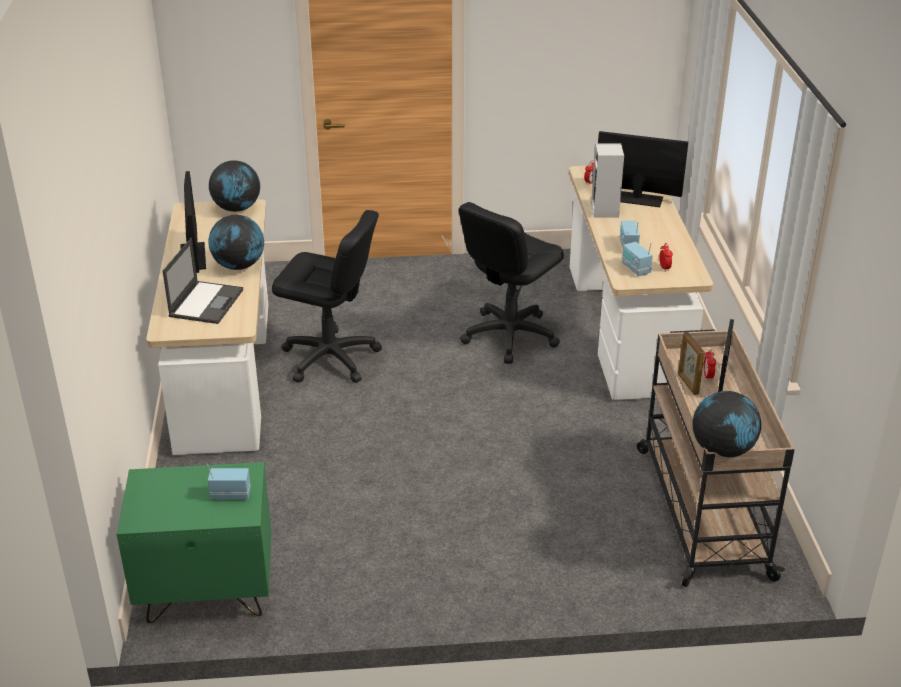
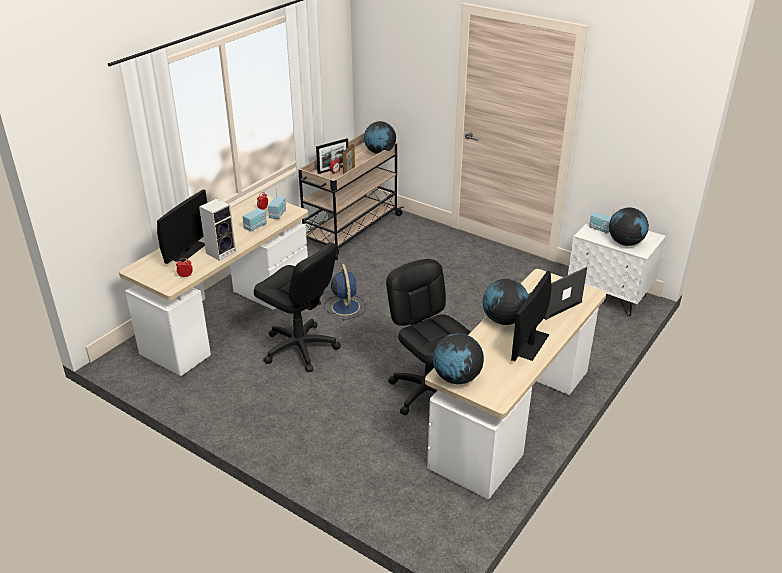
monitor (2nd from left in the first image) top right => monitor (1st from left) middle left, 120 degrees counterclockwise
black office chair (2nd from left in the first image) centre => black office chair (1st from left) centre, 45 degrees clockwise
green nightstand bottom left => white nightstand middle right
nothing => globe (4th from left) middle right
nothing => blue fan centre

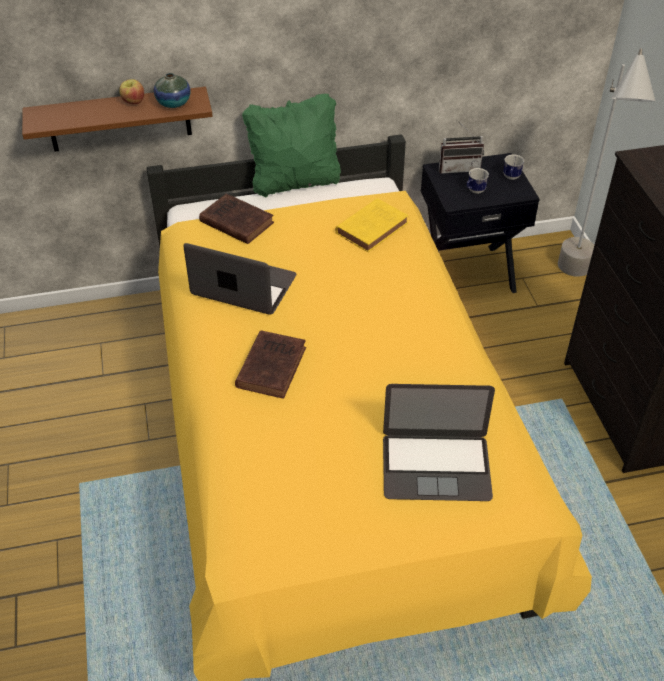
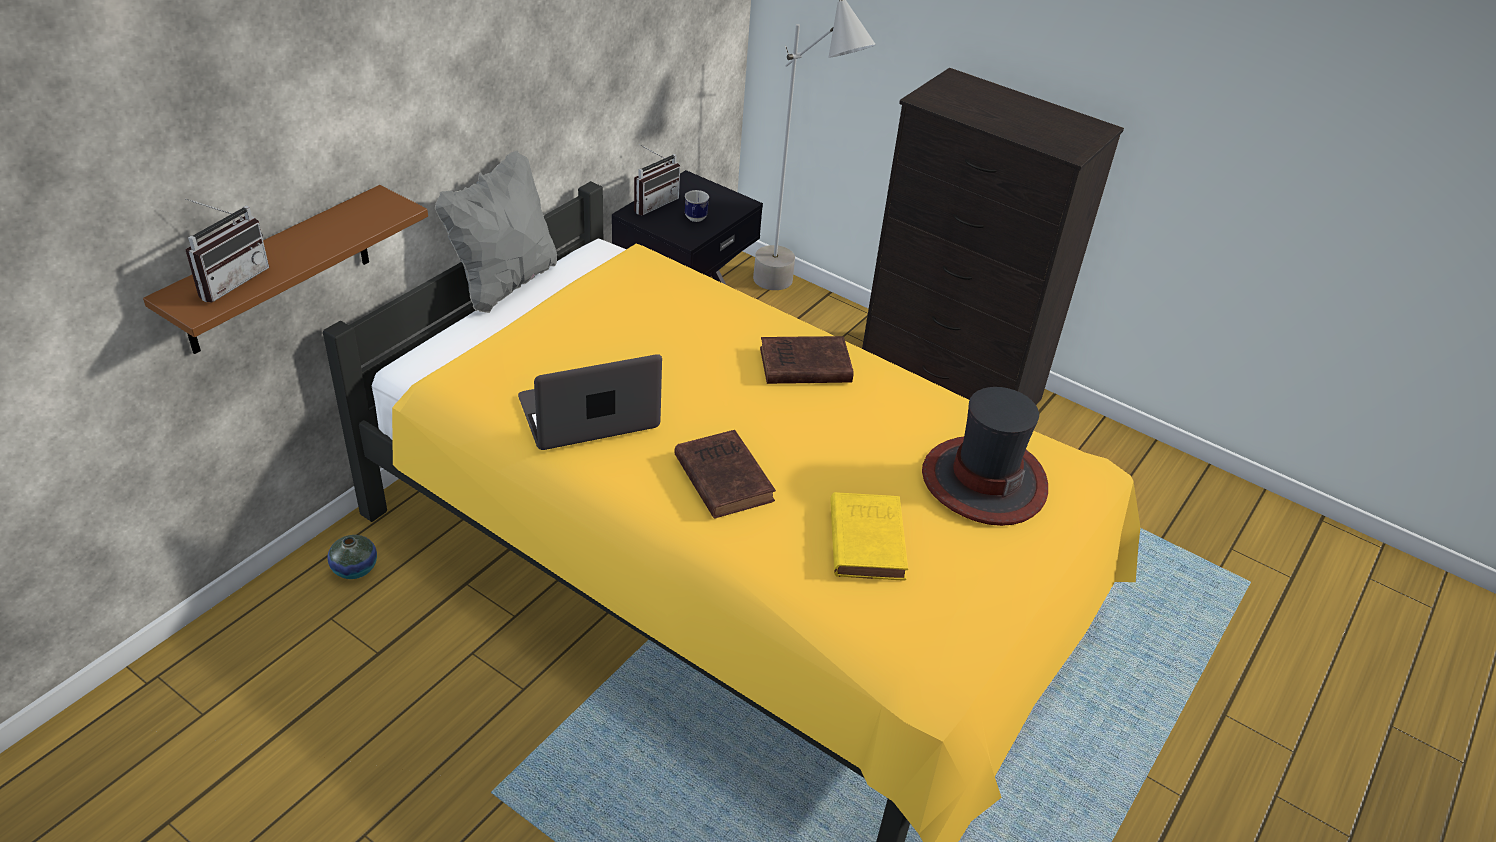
vase top left => vase middle left, moved
apple top left => nothing
green pillow top centre => grey pillow top left
mug (2nd from left) top right => nothing
brown book (1st from left in the first image) top centre => brown book (2nd from left) centre, moved
yellow book top centre => yellow book centre, moved
laptop (2nd from left) centre => hat centre
nothing => radio (1st from left) top left

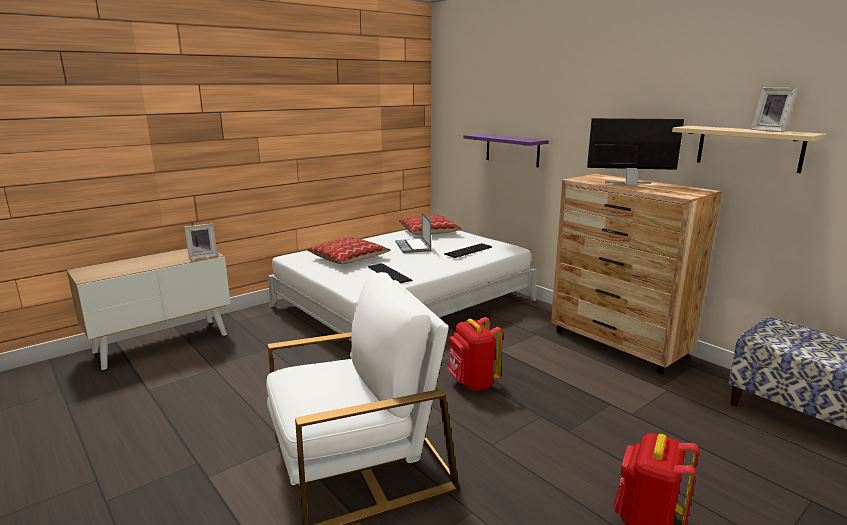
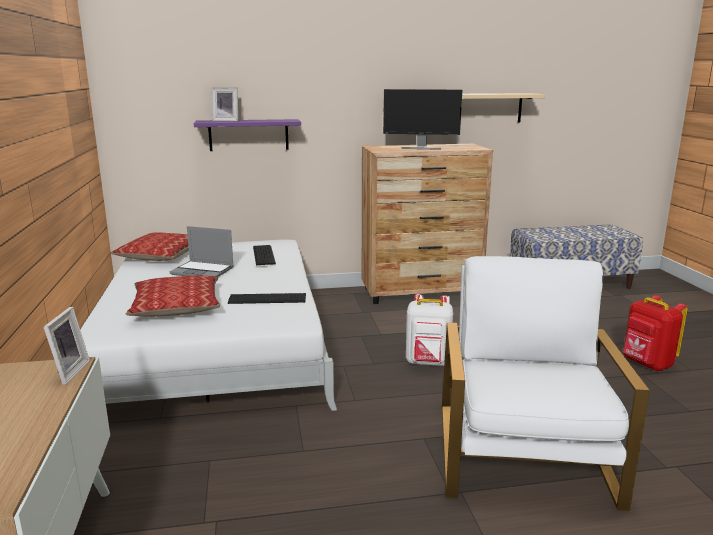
picture frame (2nd from left) top right => picture frame (2nd from left) top left, moved
monitor top right => monitor top centre, 120 degrees counterclockwise
red backpack (1st from left) bottom centre => white backpack centre

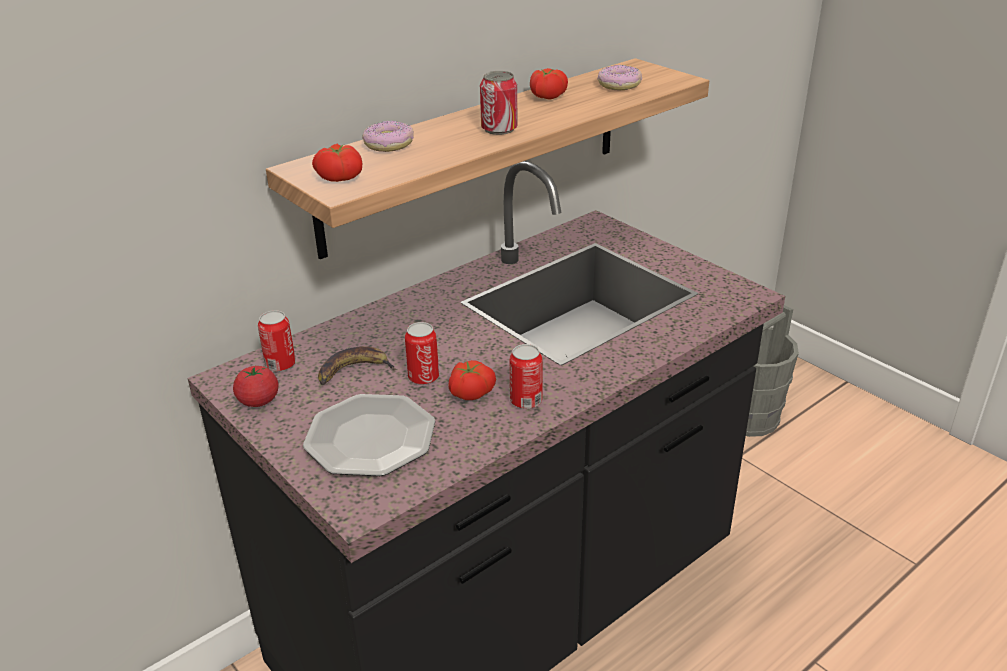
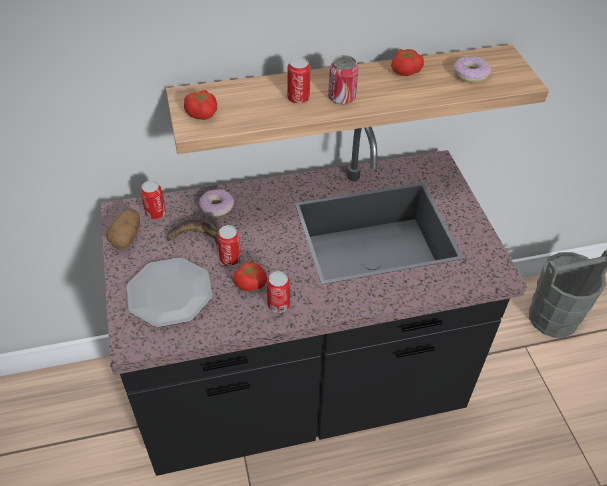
donut (1st from left) top centre => donut (1st from left) centre, moved
tomato (1st from left) middle left => potato middle left
nothing => can (4th from left) top centre

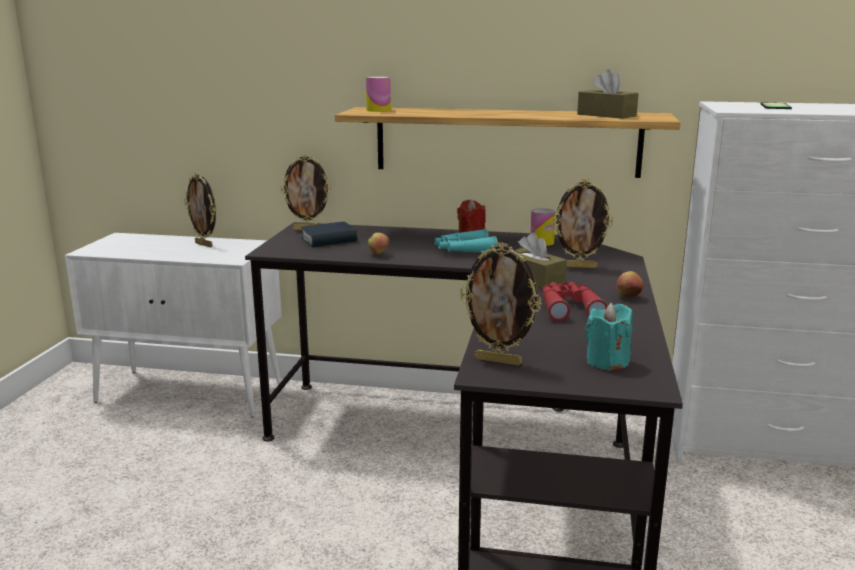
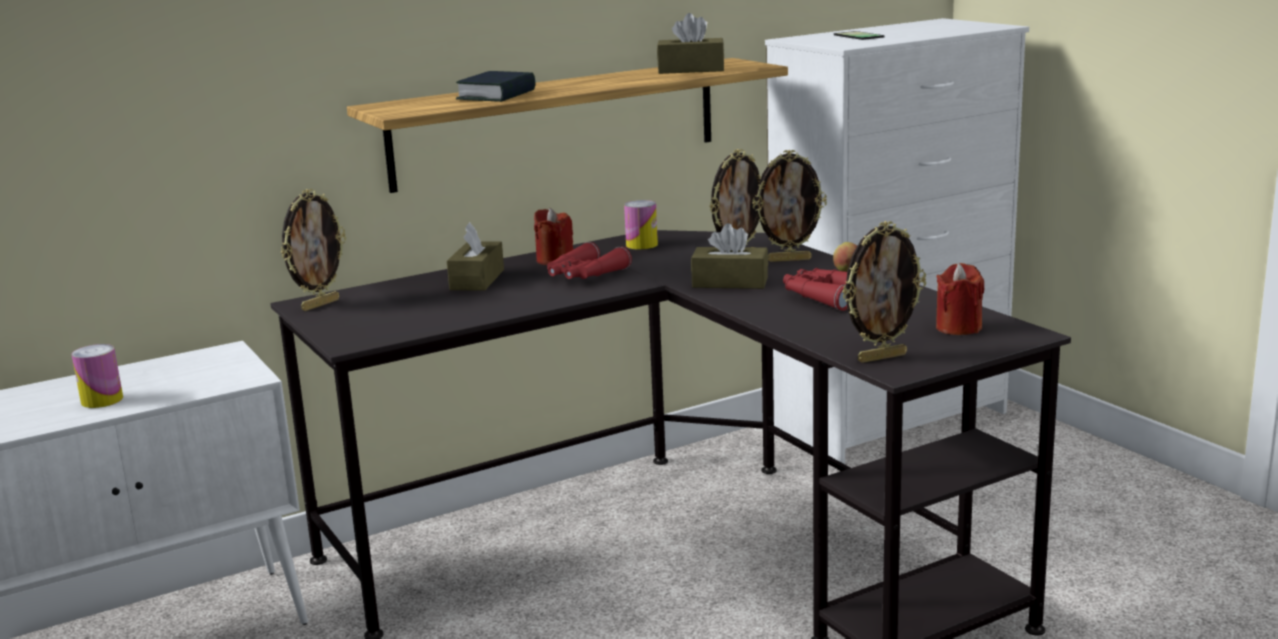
can (1st from left) top centre => can (1st from left) middle left, moved
picture frame (1st from left in the first image) middle left => picture frame (3rd from left) top centre, moved
book centre => book top centre, moved
turquoise binoculars centre => red binoculars (1st from left) centre
apple (1st from left) centre => nothing
turquoise candle middle right => red candle (2nd from left) middle right
nothing => brown tissue box (1st from left) centre

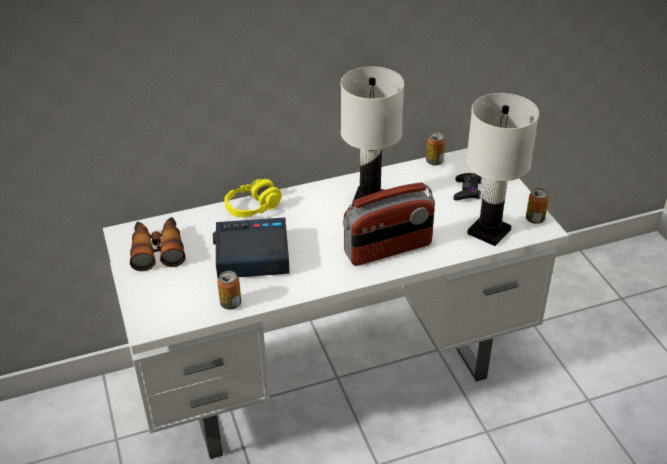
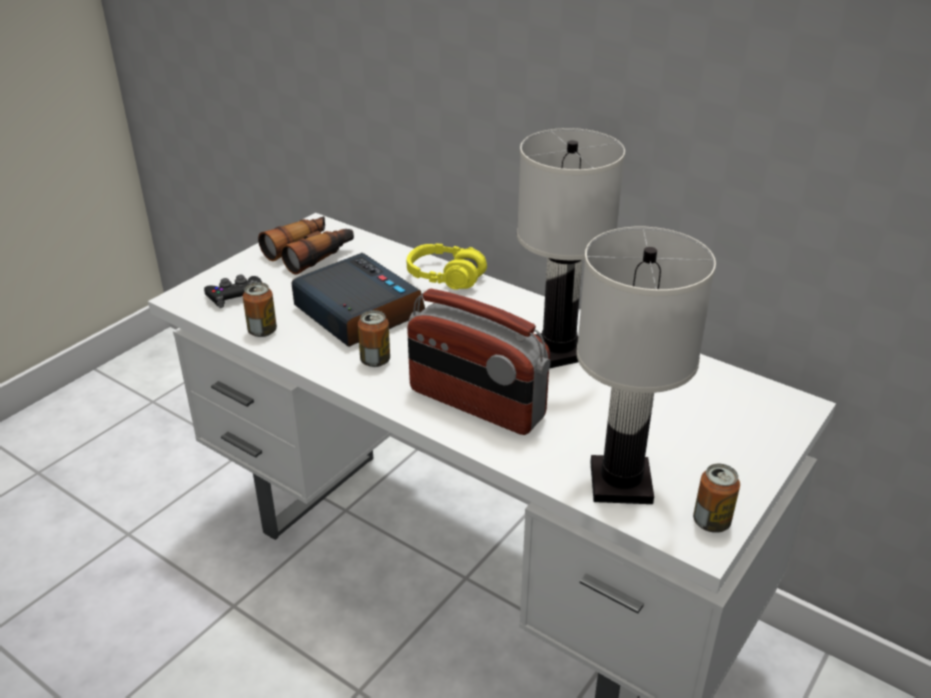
can (2nd from left) top centre => can (2nd from left) centre, moved
black game controller middle right => black game controller middle left, moved

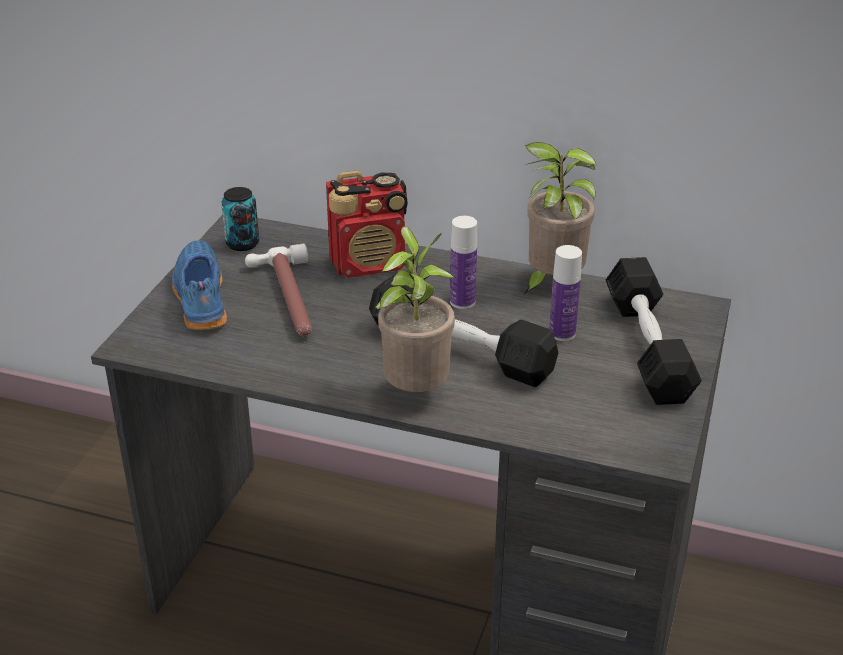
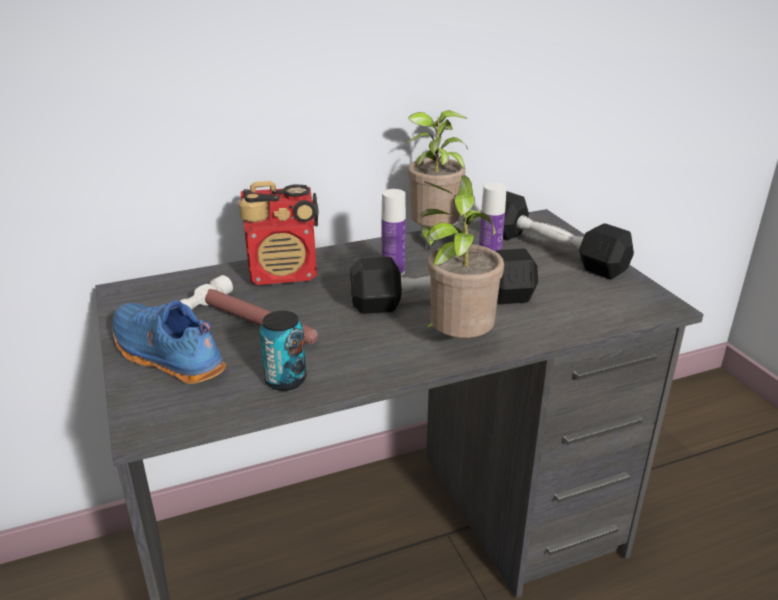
radio centre, 45 degrees clockwise
can middle left => can centre, moved

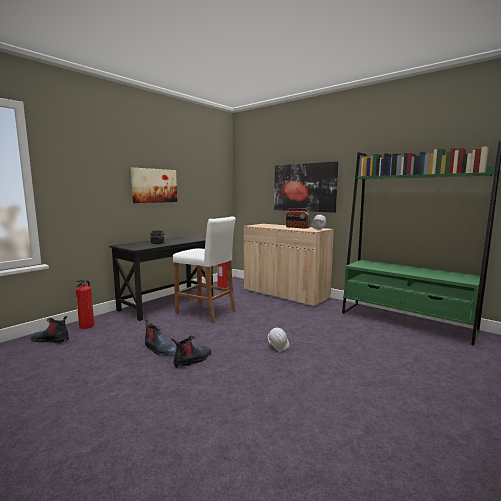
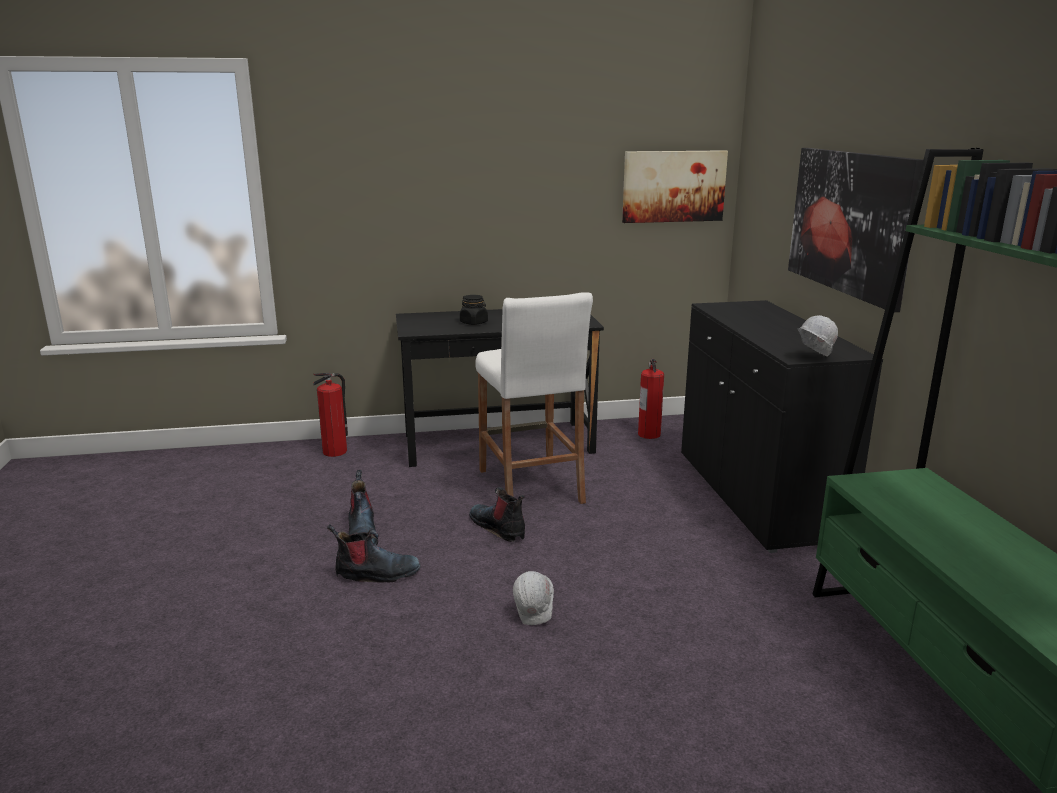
picture (1st from left) middle left => picture (1st from left) top centre, moved
radio centre => nothing
beige cabinet centre => black cabinet middle right
boot (1st from left in the first image) middle left => boot (3rd from left) centre, moved

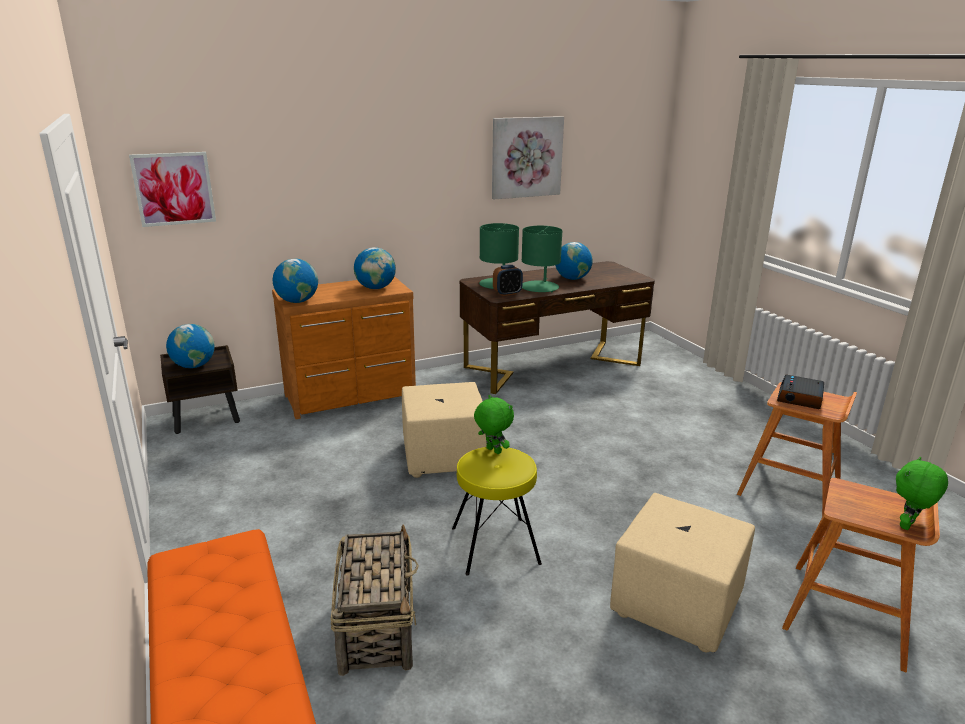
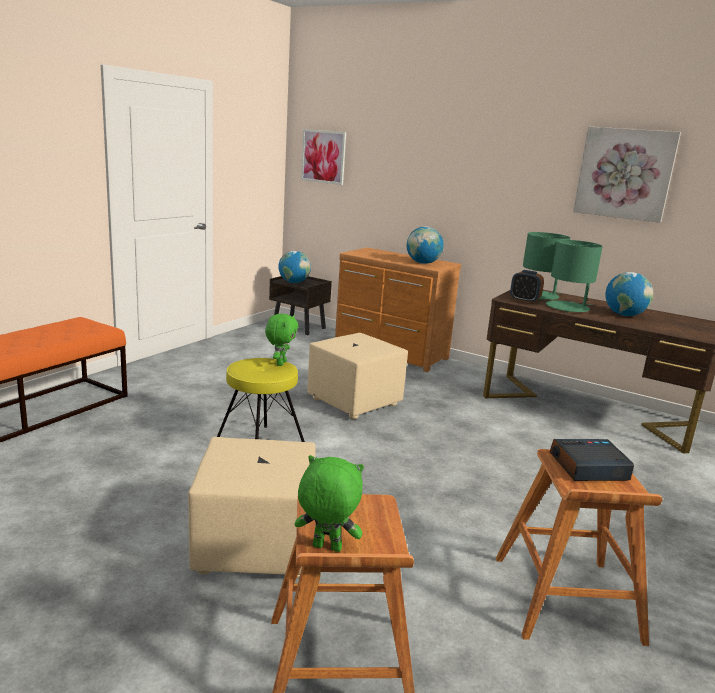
globe (2nd from left) middle left => nothing
basket bottom centre => nothing

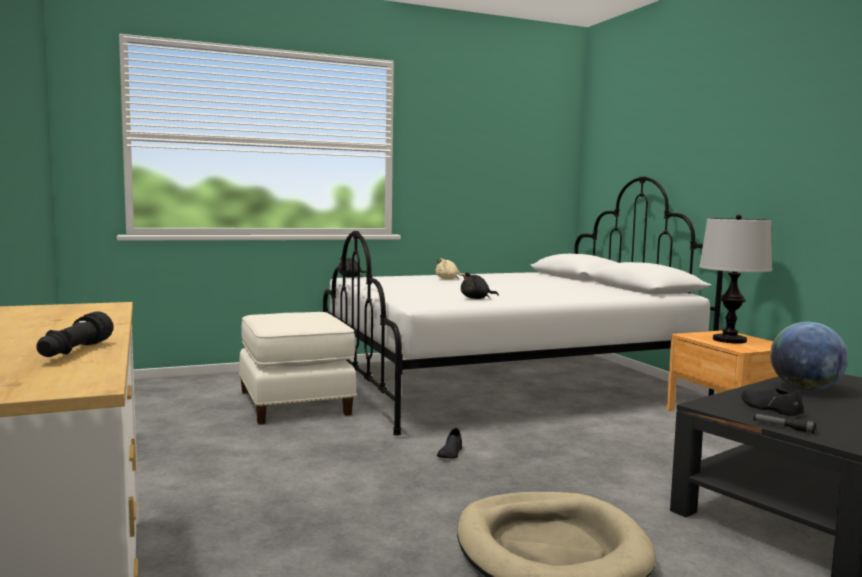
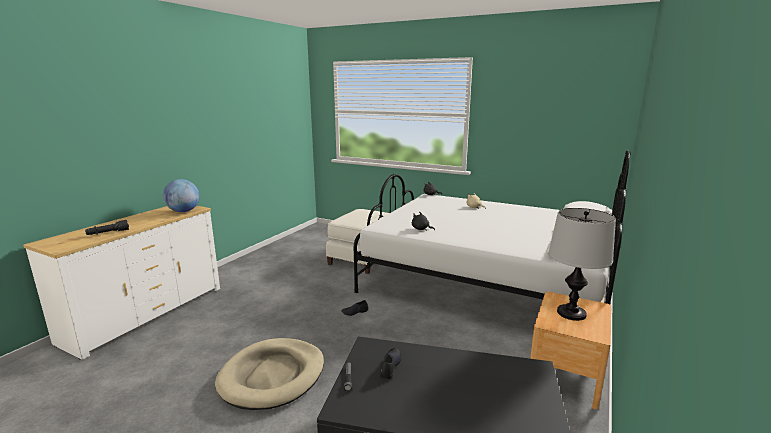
globe middle right => globe middle left, moved

